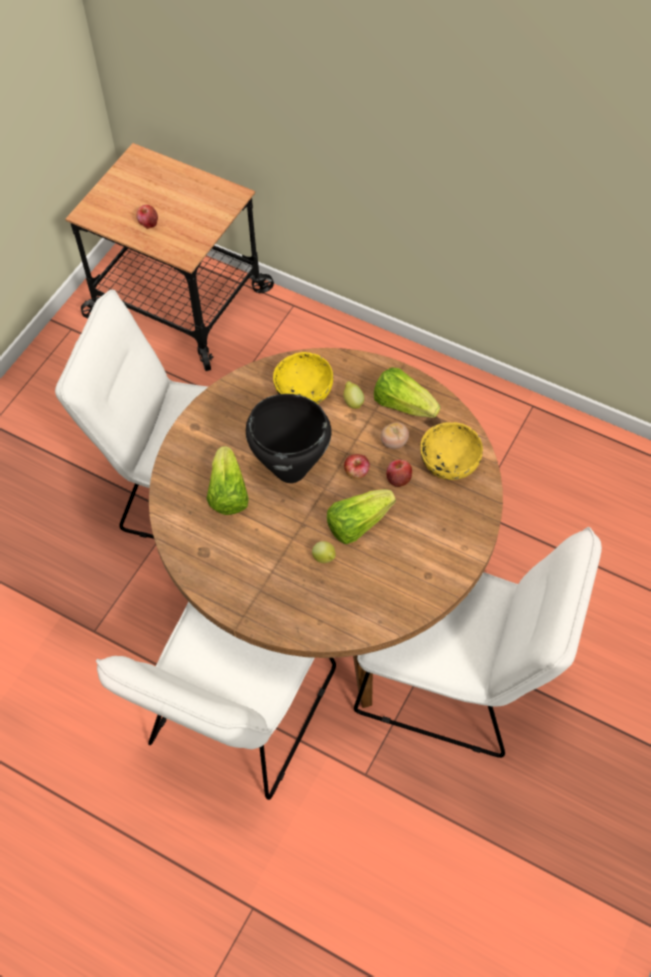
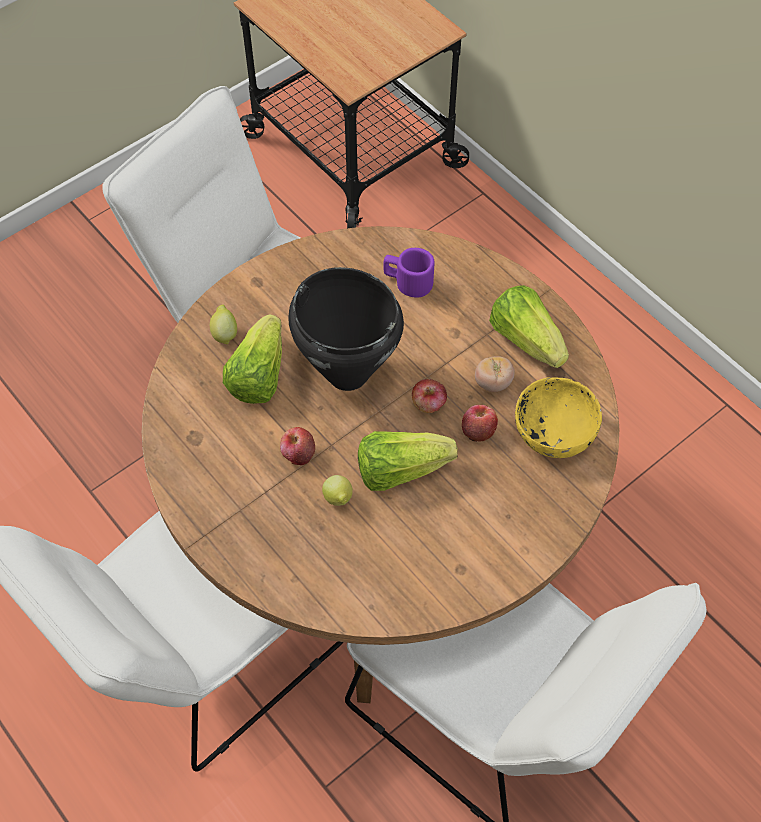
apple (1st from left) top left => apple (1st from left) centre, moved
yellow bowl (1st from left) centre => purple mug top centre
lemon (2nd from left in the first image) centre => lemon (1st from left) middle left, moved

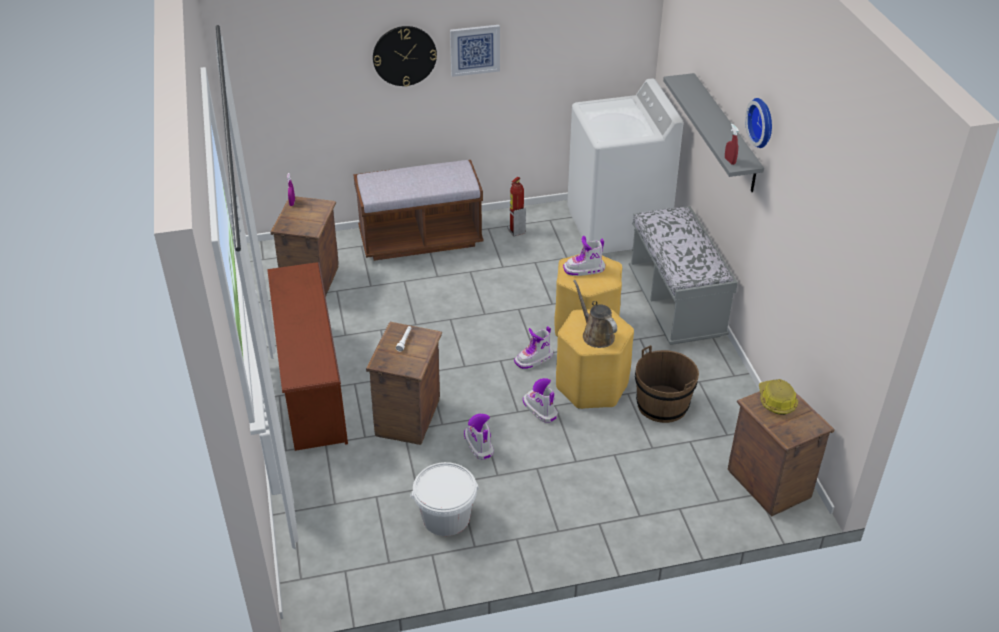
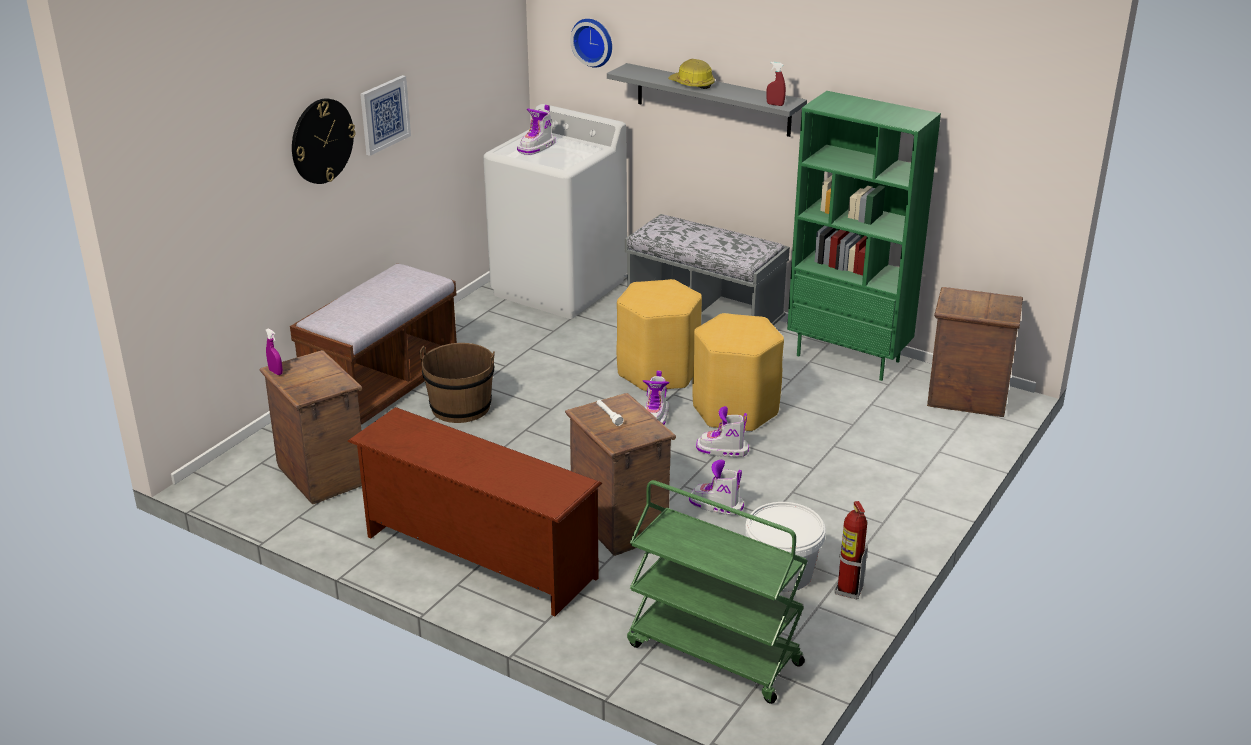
wall clock (2nd from left) top right => wall clock (2nd from left) top centre, moved
fire extinguisher top centre => fire extinguisher bottom right, moved
boot (4th from left in the first image) centre => boot (1st from left) top centre, moved
brown watering can centre => nothing
brown bucket middle right => brown bucket centre, moved
hard hat middle right => hard hat top centre, moved
nothing => green bookcase top right
nothing => green cart bottom centre

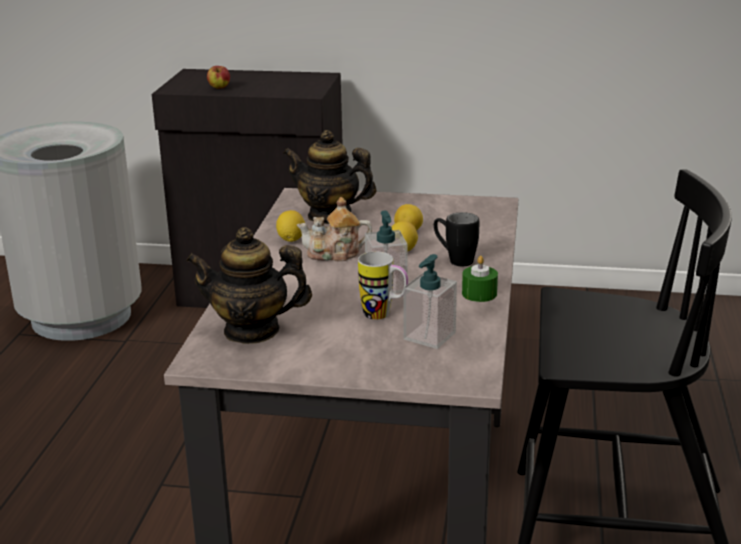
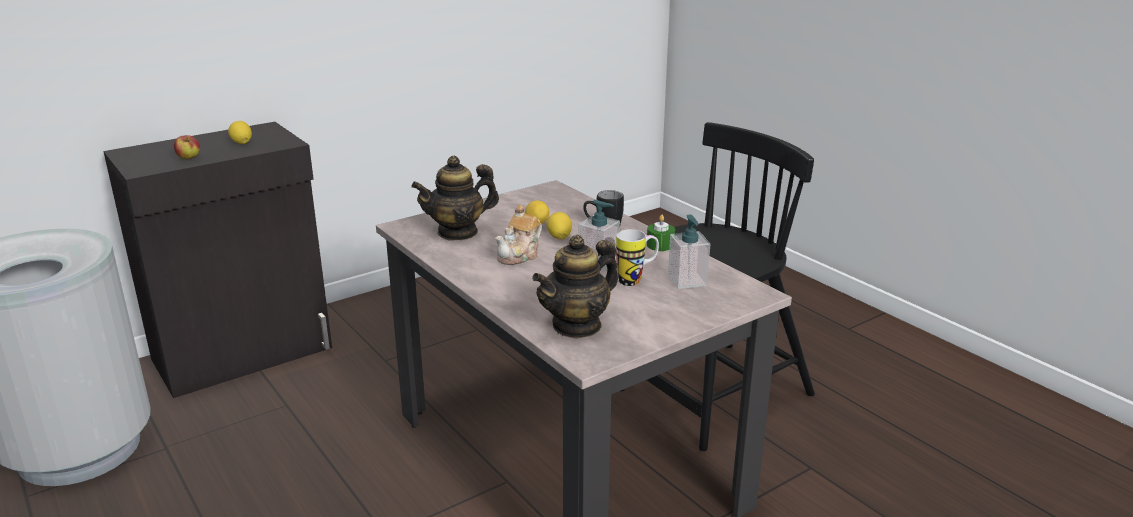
lemon (1st from left) centre => lemon (1st from left) top left, moved

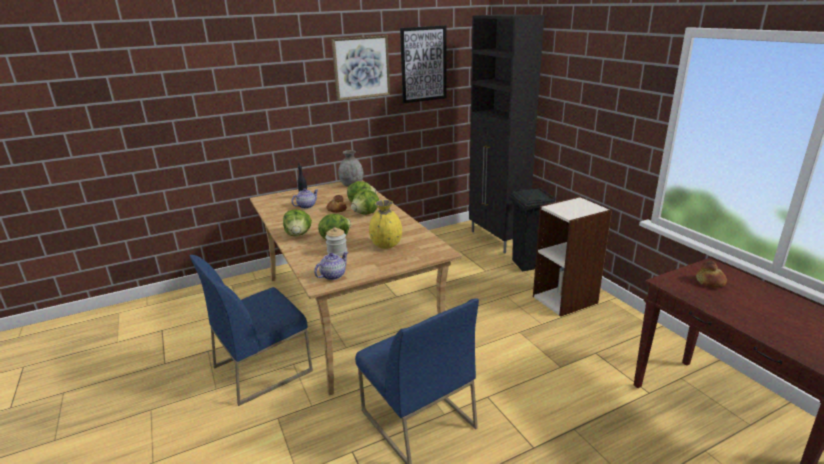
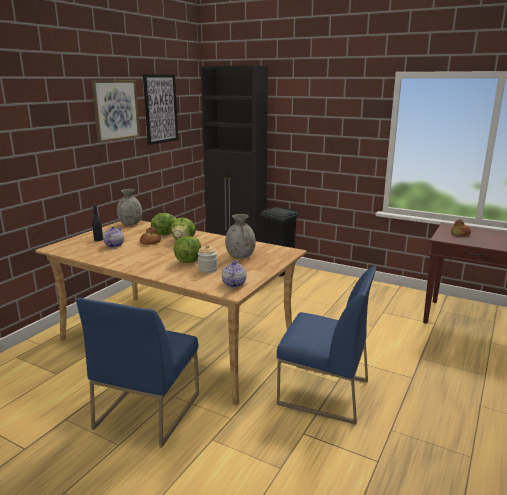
bookcase middle right => nothing
yellow vase centre => grey vase (2nd from left) centre
lettuce (1st from left) centre => nothing

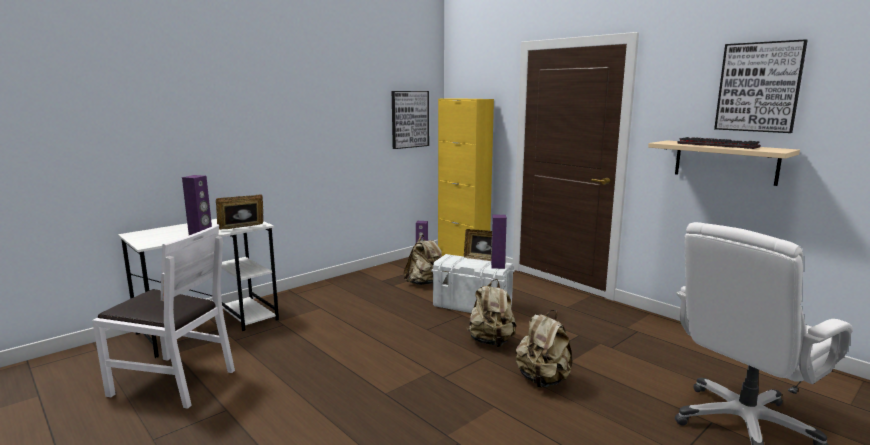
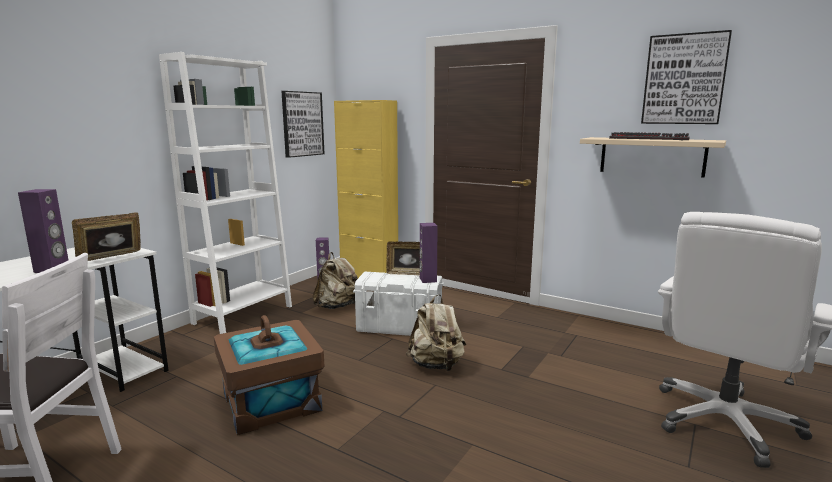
beige backpack (3rd from left) bottom centre => nothing
nothing => white bookcase middle left
nothing => brown storage box bottom left

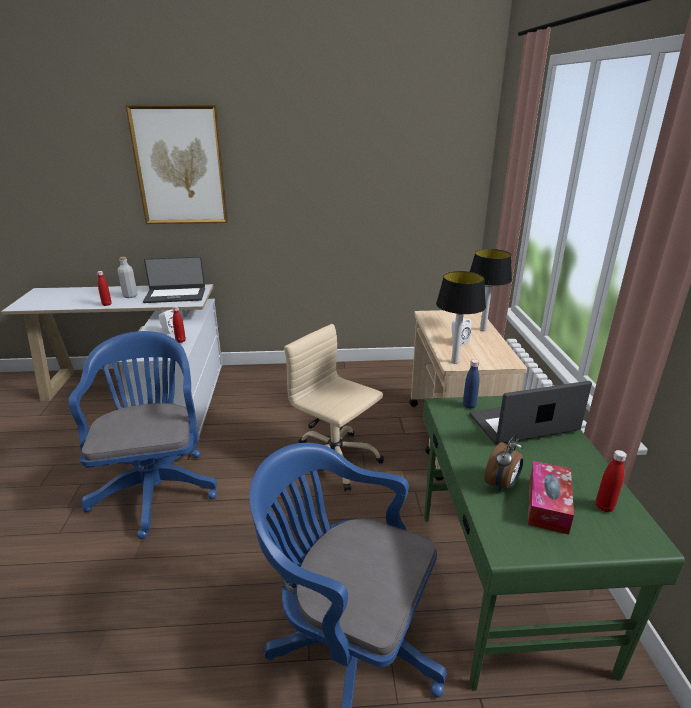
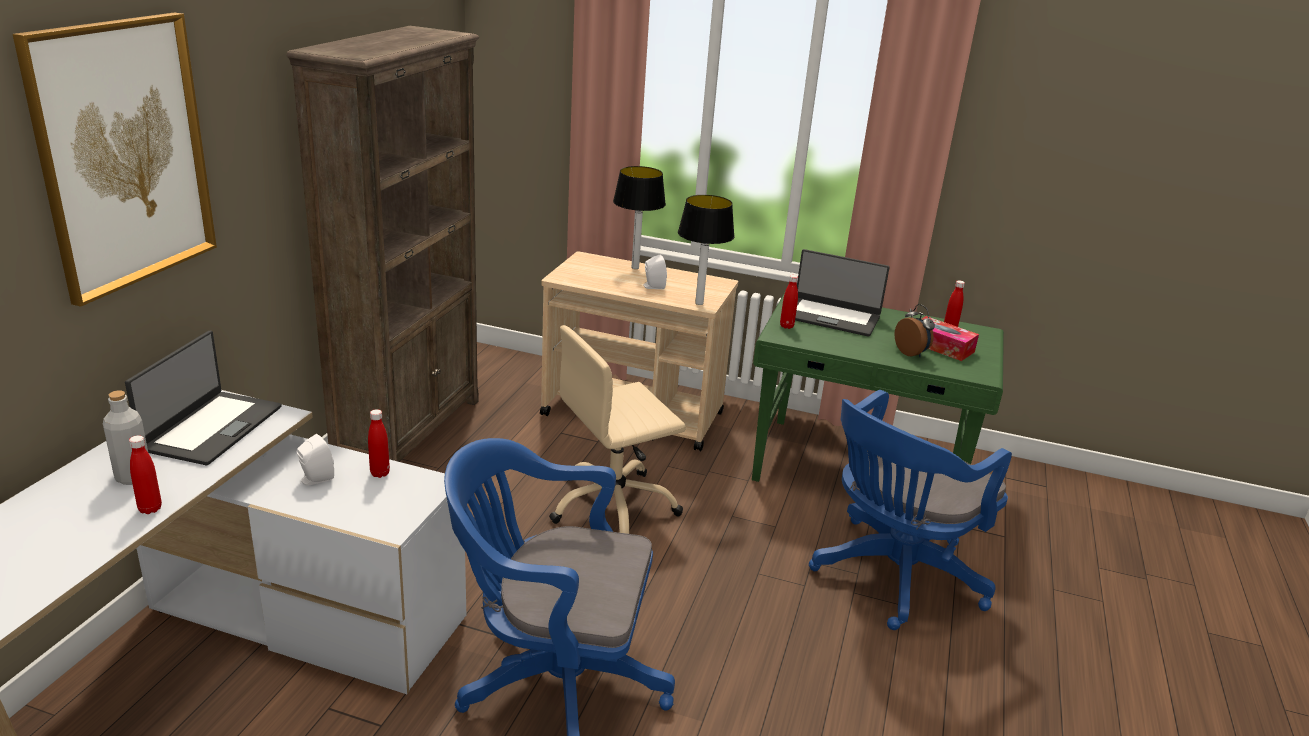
blue bottle middle right => red bottle (3rd from left) centre
laptop (2nd from left) middle right => laptop (2nd from left) centre, 75 degrees counterclockwise
nothing => brown bookcase top left

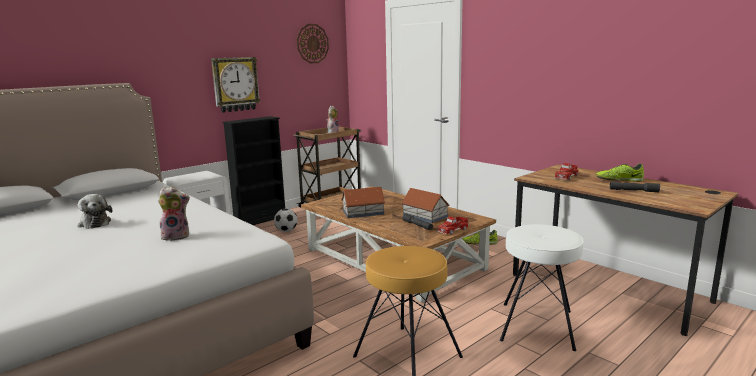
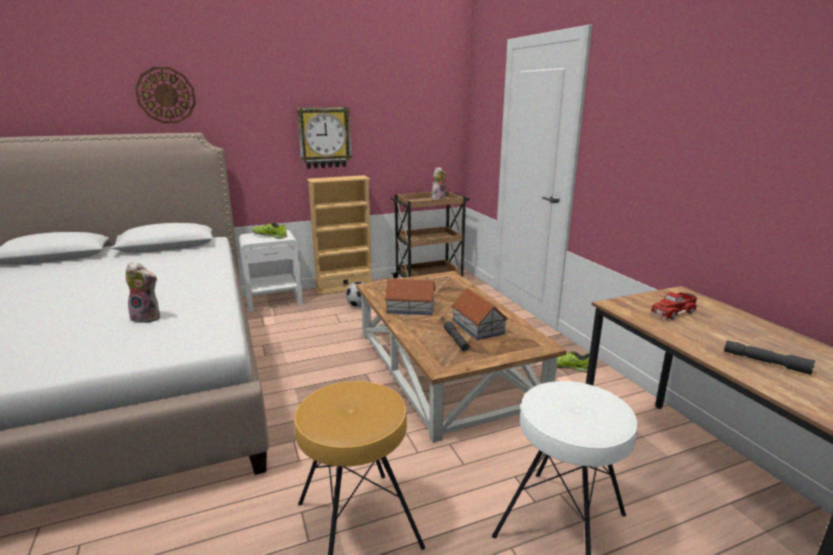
wall clock (2nd from left in the first image) top centre => wall clock (1st from left) top left, moved
black bookcase centre => beige bookcase centre
shoe (2nd from left in the first image) middle right => shoe (1st from left) middle left, moved
plush toy (1st from left) middle left => nothing
toy truck (1st from left) centre => nothing

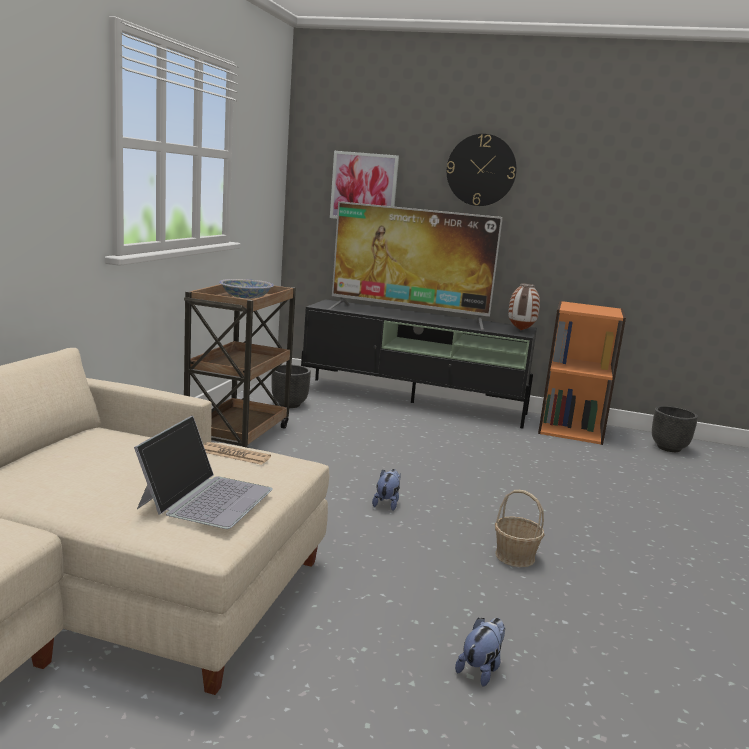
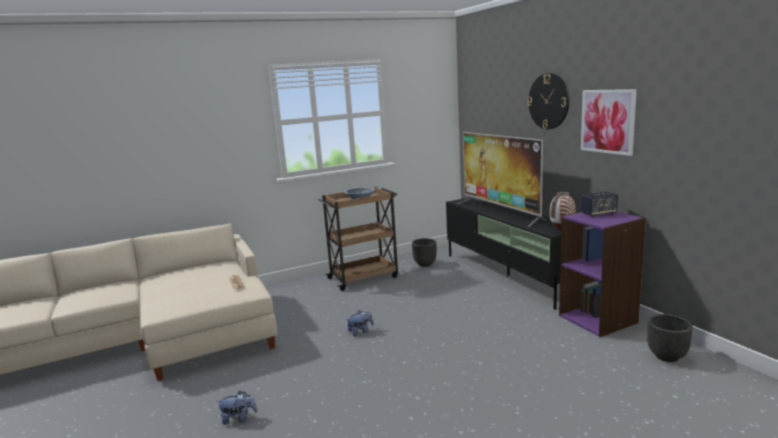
picture top centre => picture top right, moved
orange bookcase middle right => purple bookcase middle right
laptop middle left => nothing
basket bottom right => nothing
nothing => speaker middle right

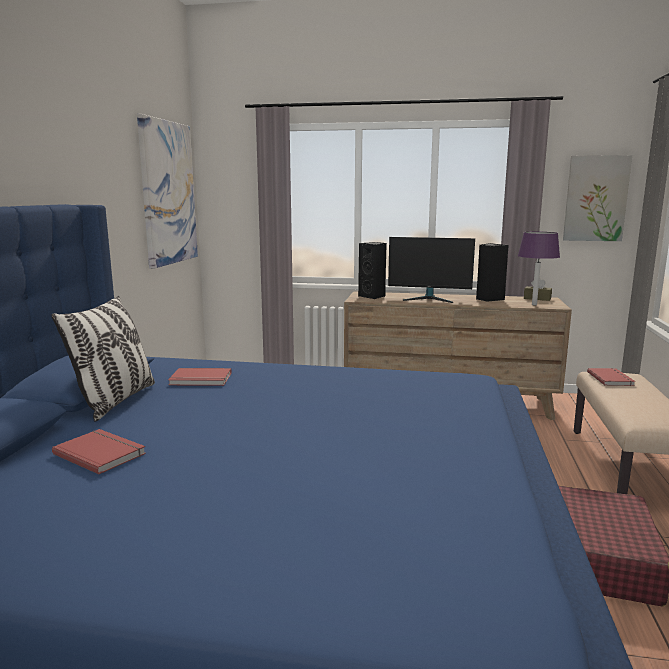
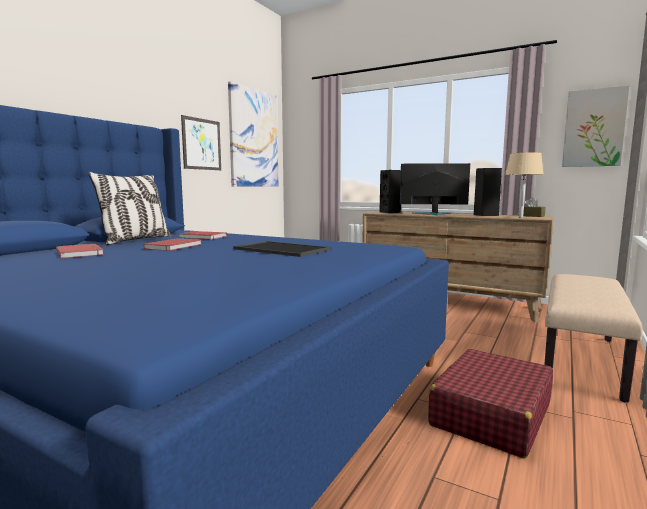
purple table lamp middle right => beige table lamp middle right
monitor centre => monitor middle right, 150 degrees clockwise
red book (3rd from left in the first image) middle right => red book (2nd from left) middle left, moved
nothing => picture (1st from left) top left
nothing => tray centre

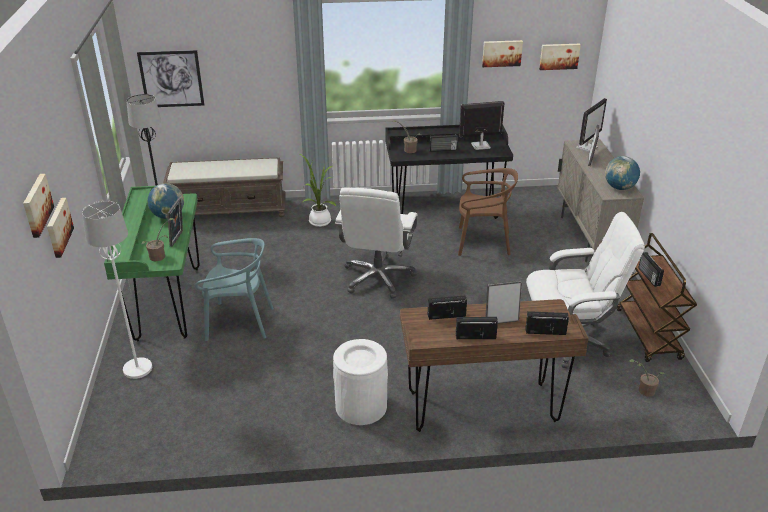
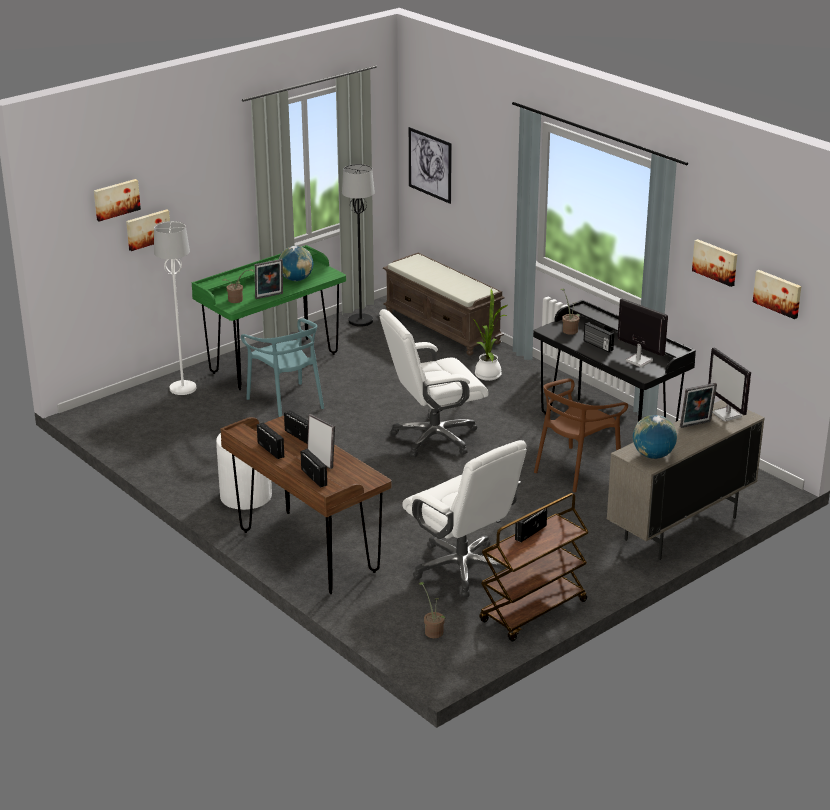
monitor (2nd from left) top right => monitor (2nd from left) middle right, 60 degrees clockwise
brown chair centre => brown chair middle right, 75 degrees clockwise

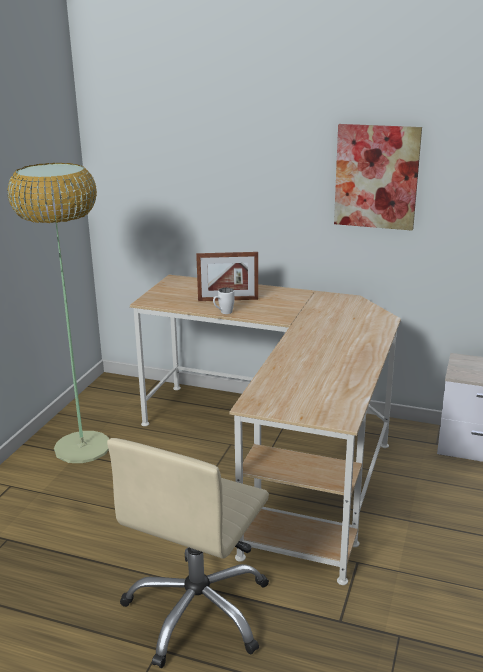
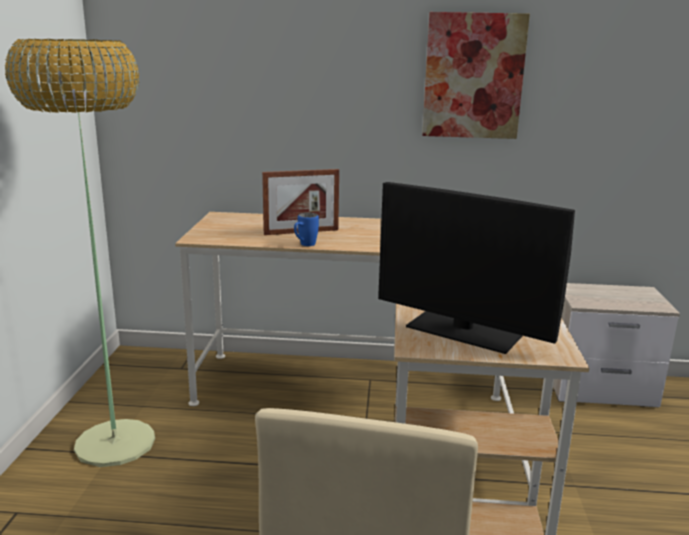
white mug centre => blue mug centre
nothing => monitor middle right

